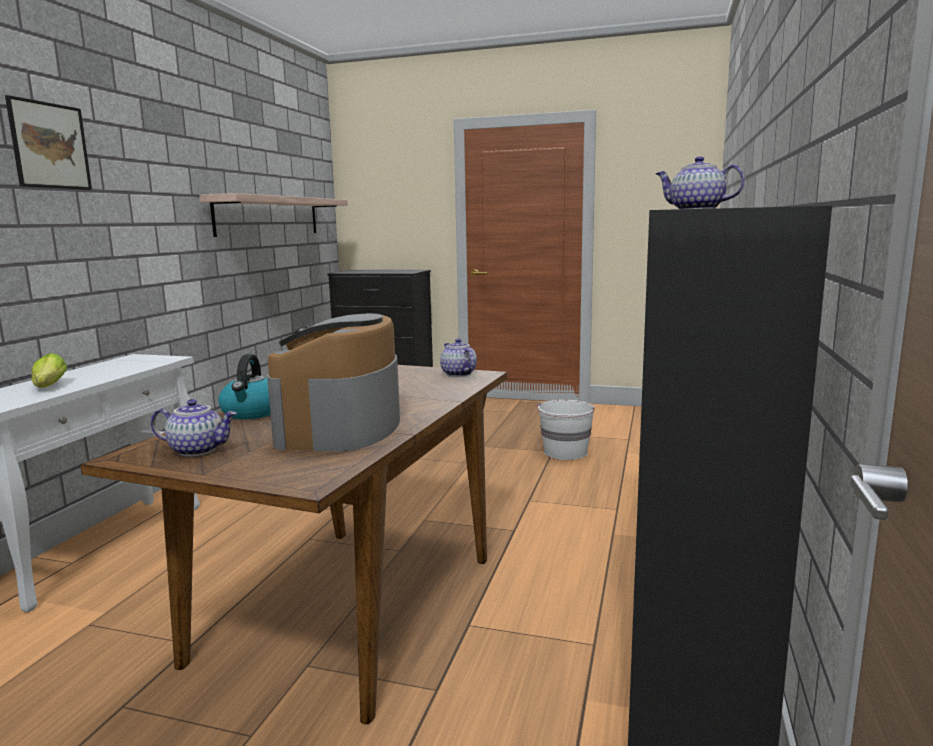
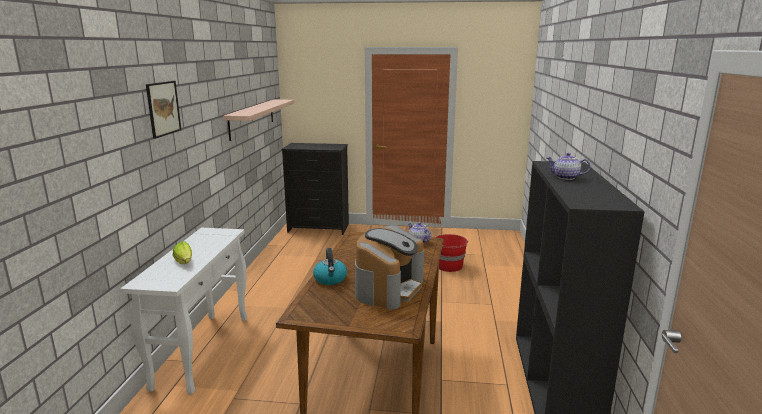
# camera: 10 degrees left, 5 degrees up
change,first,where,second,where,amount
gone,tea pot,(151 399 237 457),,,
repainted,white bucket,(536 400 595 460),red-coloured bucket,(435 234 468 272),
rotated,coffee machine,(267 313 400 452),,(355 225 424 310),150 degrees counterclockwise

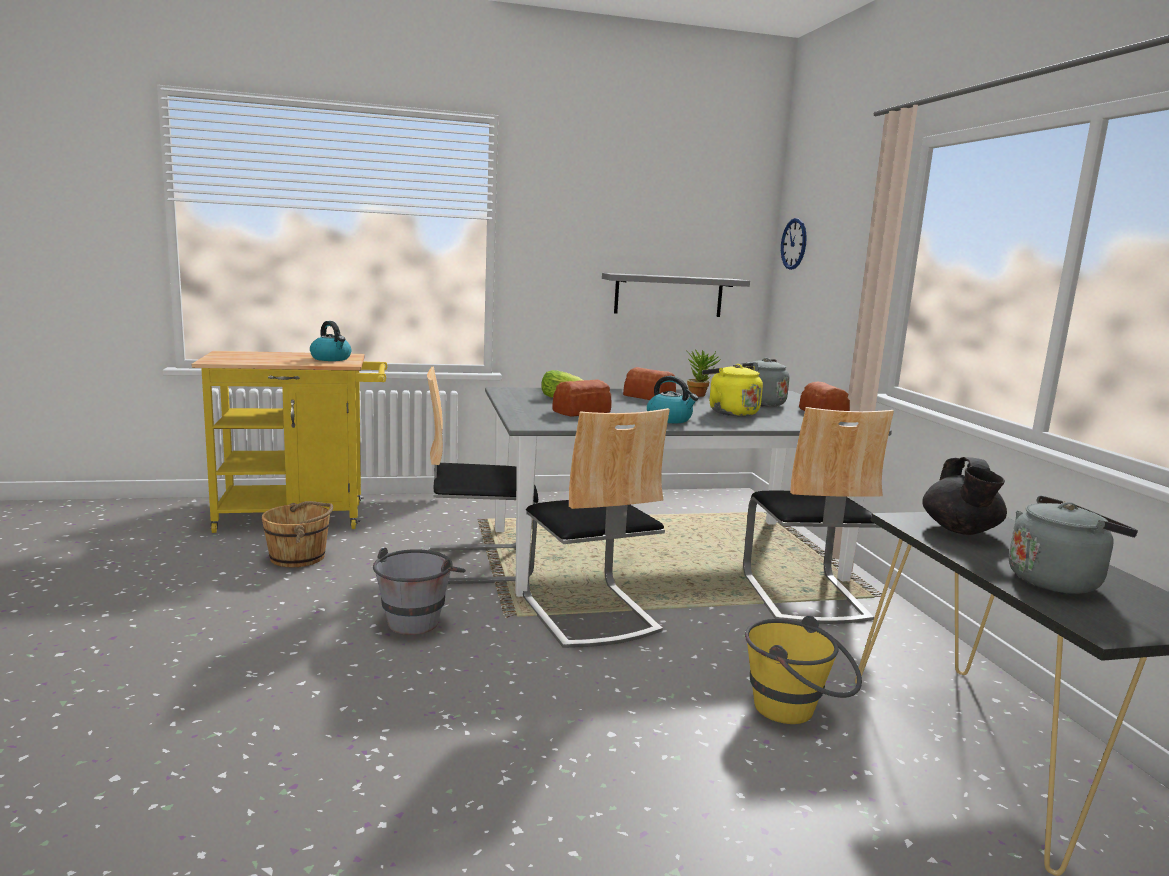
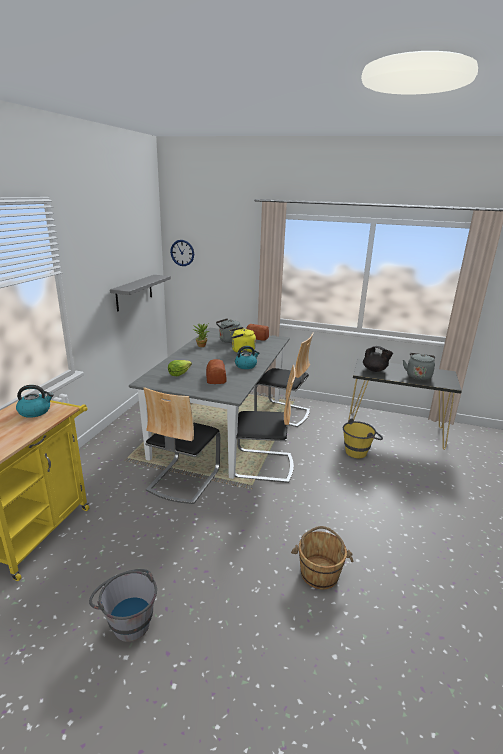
# camera: 60 degrees left, 10 degrees up
change,first,where,second,where,amount
gone,bread,(623 367 676 400),,,
shifted,brown bucket,(262 501 333 567),,(291 526 354 589),
shifted,gray bucket,(373 548 466 635),,(89 569 157 642),

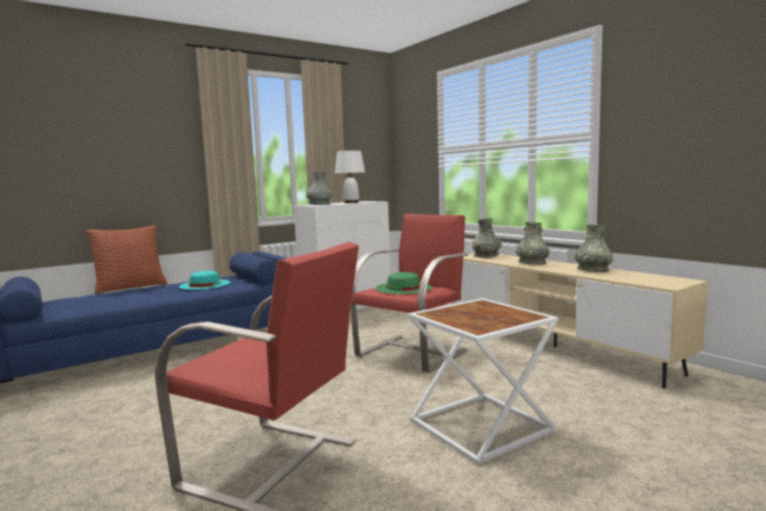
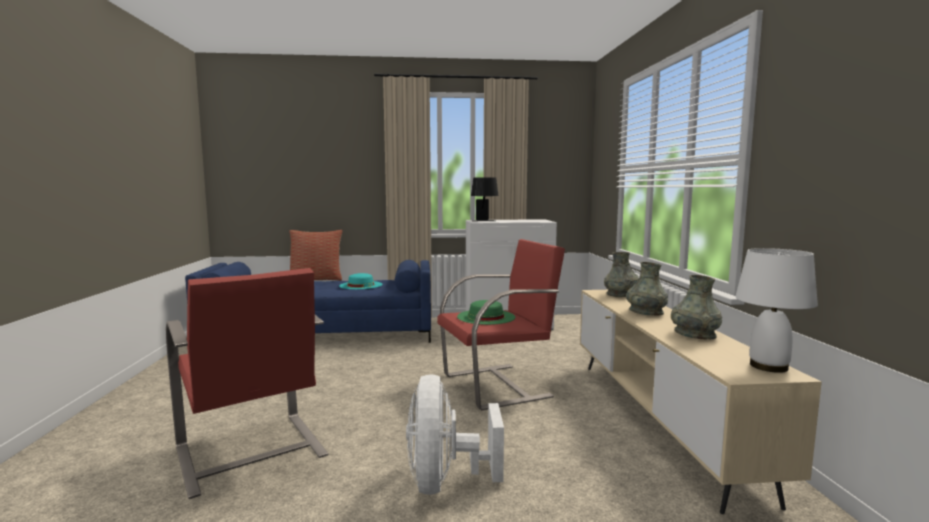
# camera: 30 degrees right, 0 degrees up
change,first,where,second,where,amount
shifted,white tabletop lamp,(335 150 365 203),,(735 248 818 373),
swapped,gray flower vase,(306 172 332 205),black-coloured tabletop lamp,(471 177 499 221),
swapped,white accent table,(408 298 558 465),white electric fan,(406 374 504 495),

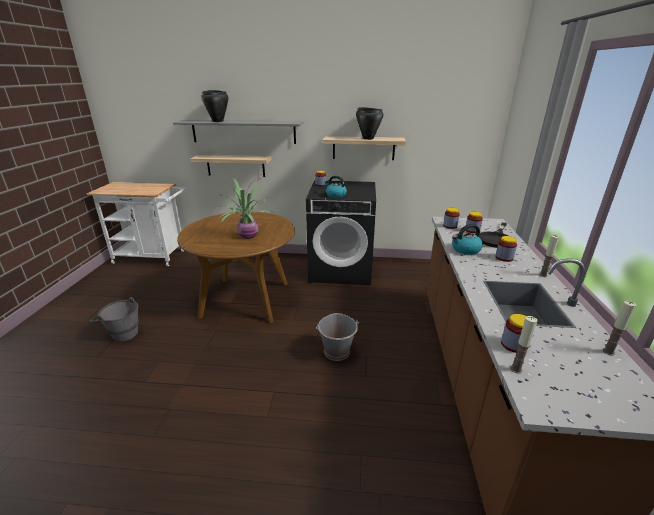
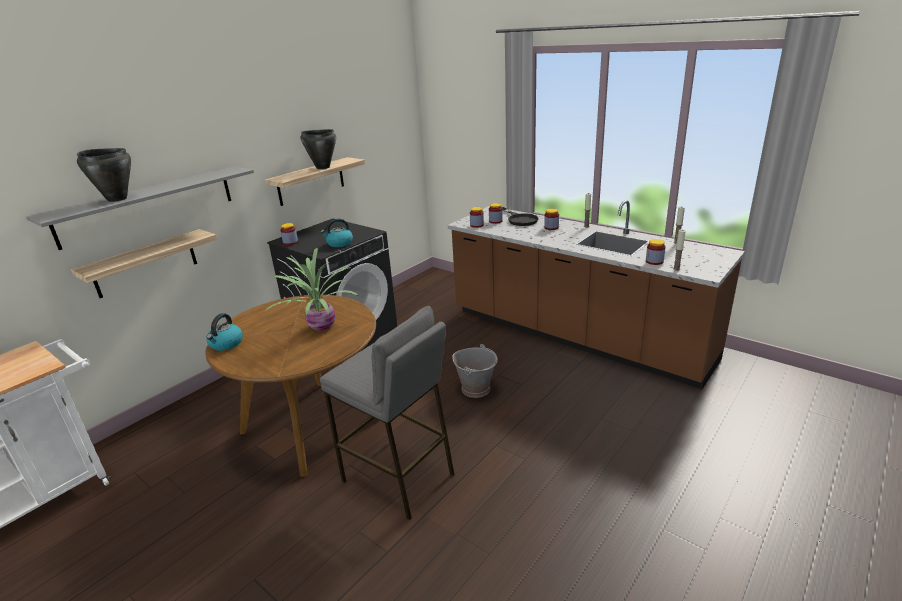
# camera: 55 degrees left, 0 degrees up
change,first,where,second,where,amount
gone,gray bucket,(91 297 139 342),,,
new,,,gray stool,(320 306 454 520),
shifted,water kettle,(452 224 483 255),,(206 313 243 351),

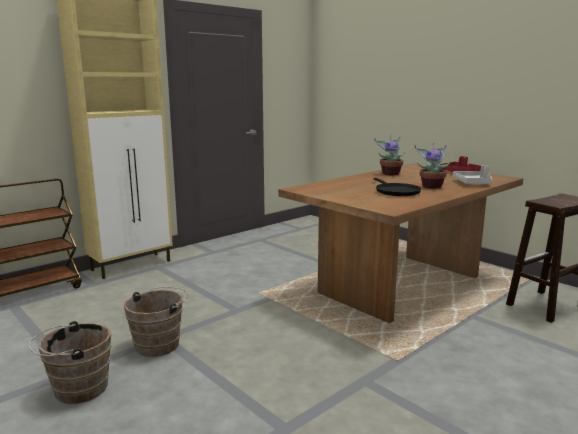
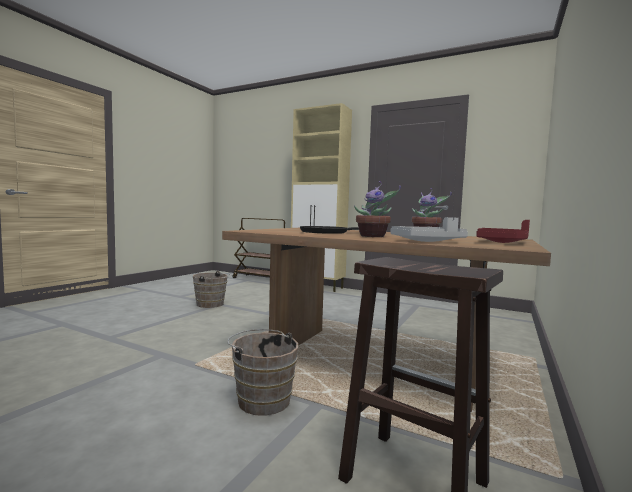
# camera: 70 degrees right, 10 degrees down
change,first,where,second,where,amount
shifted,brown bucket,(29 321 112 404),,(227 329 298 416),

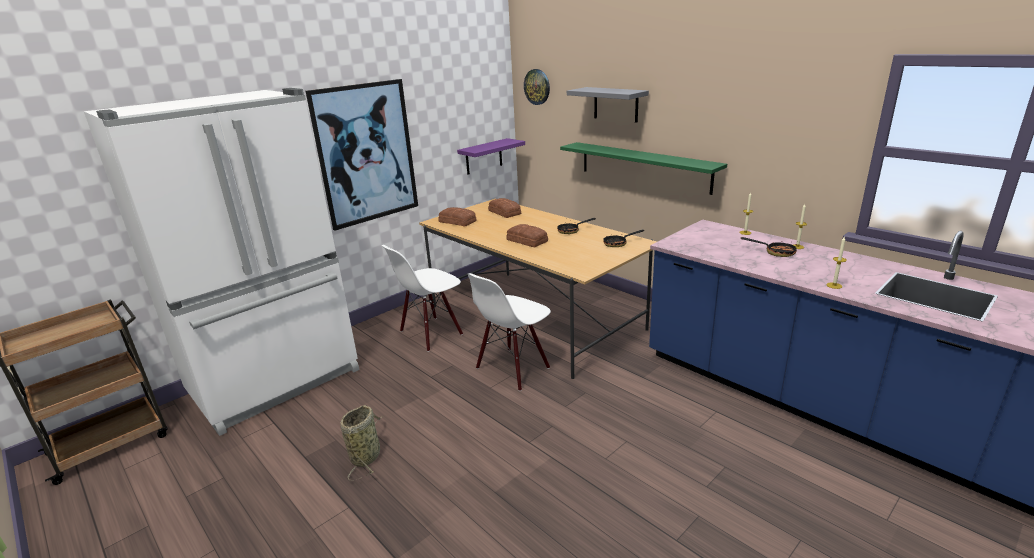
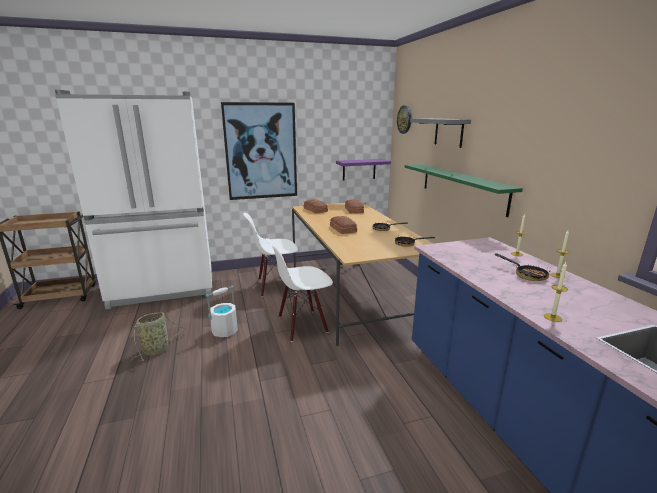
# camera: 25 degrees right, 5 degrees down
change,first,where,second,where,amount
new,,,white bucket,(206 286 238 337),

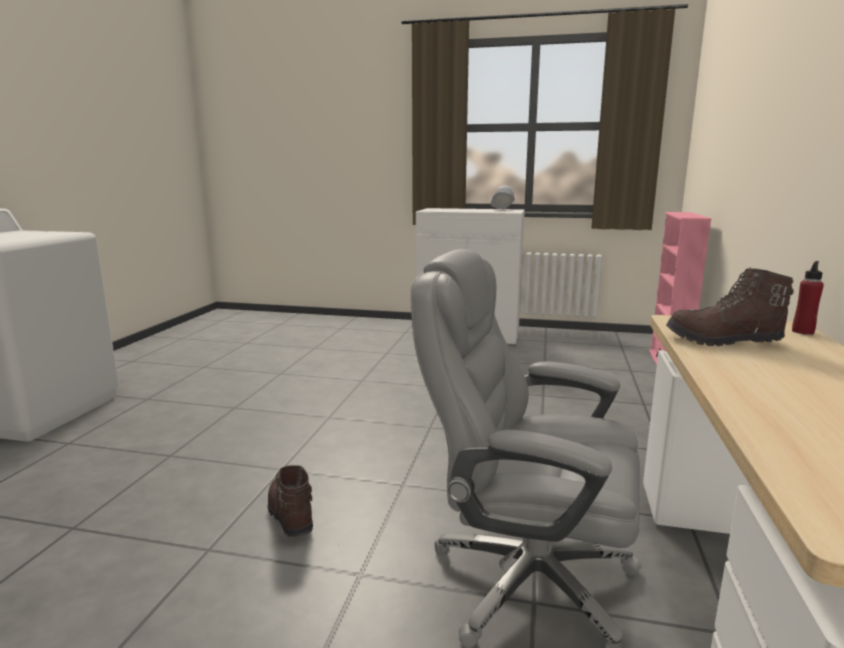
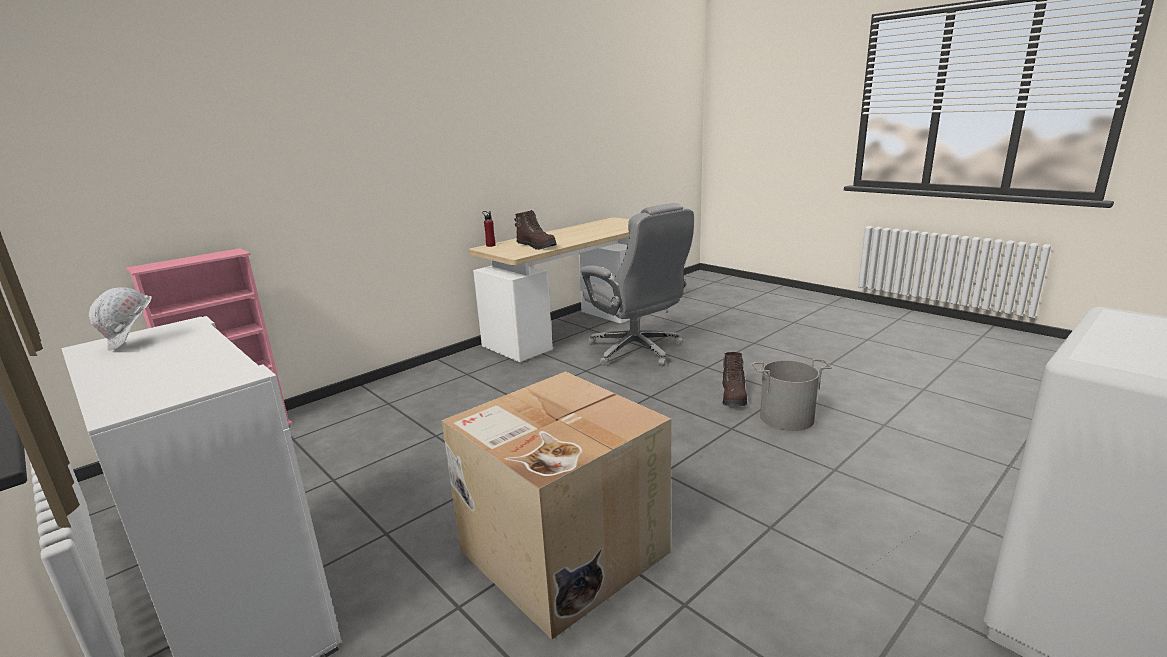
# camera: 145 degrees left, 5 degrees up
change,first,where,second,where,amount
new,,,cardboard box,(442 371 671 640),
new,,,gray bucket,(752 359 832 431),

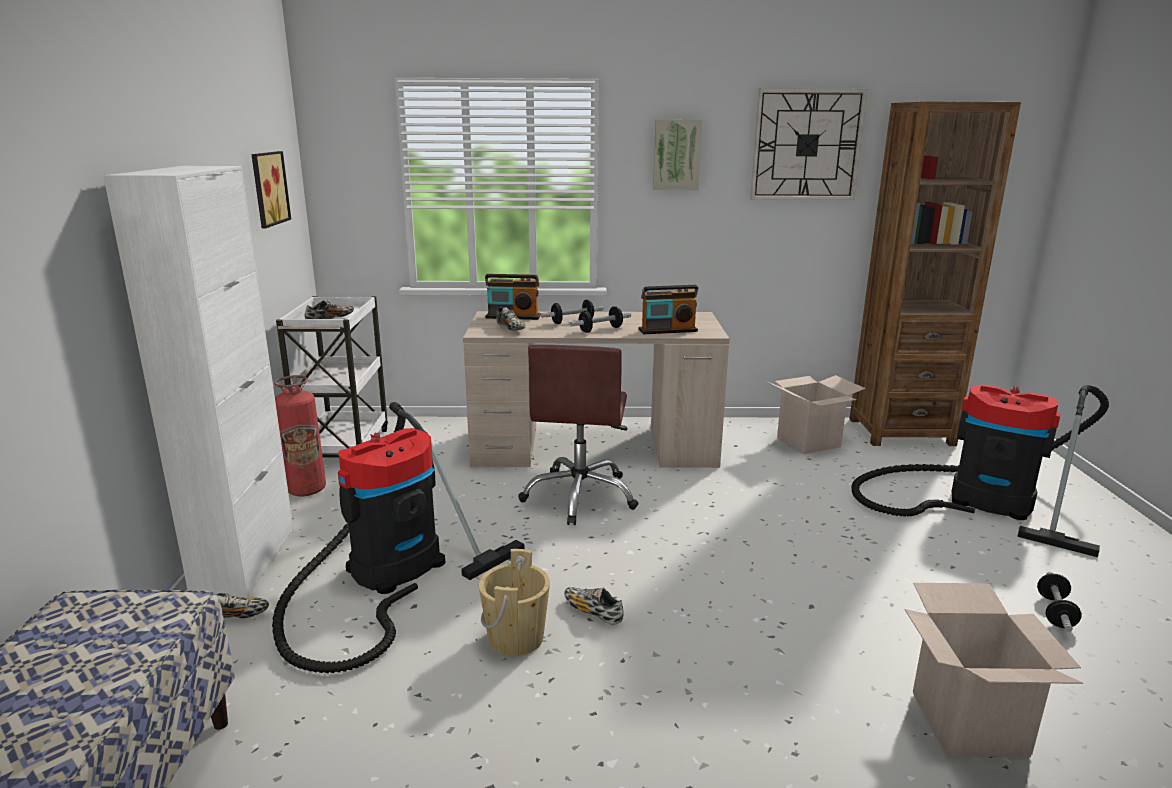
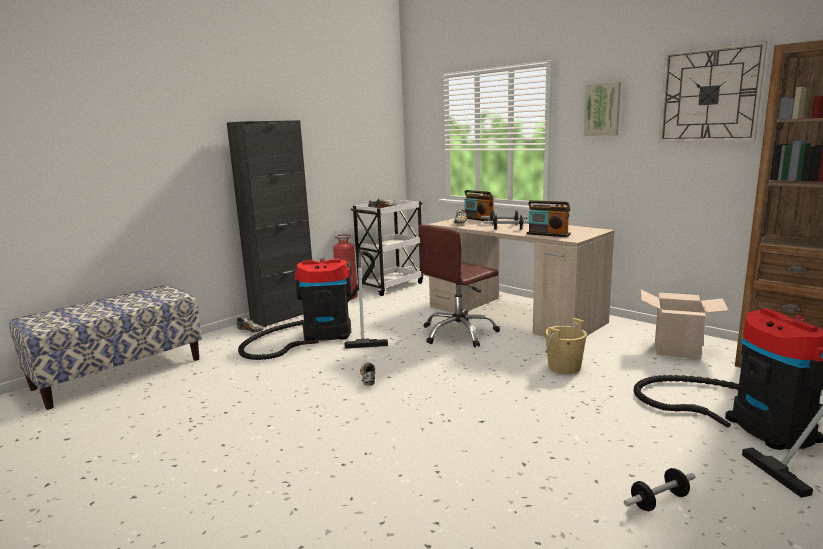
# camera: 45 degrees right, 5 degrees down
change,first,where,second,where,amount
gone,picture,(251 151 291 228),,,
gone,cardboard box,(905 583 1083 757),,,
shifted,sand-coloured bucket,(478 549 550 656),,(545 318 587 374),
repainted,white cupboard,(103 166 294 598),black-coloured cupboard,(227 120 312 327),

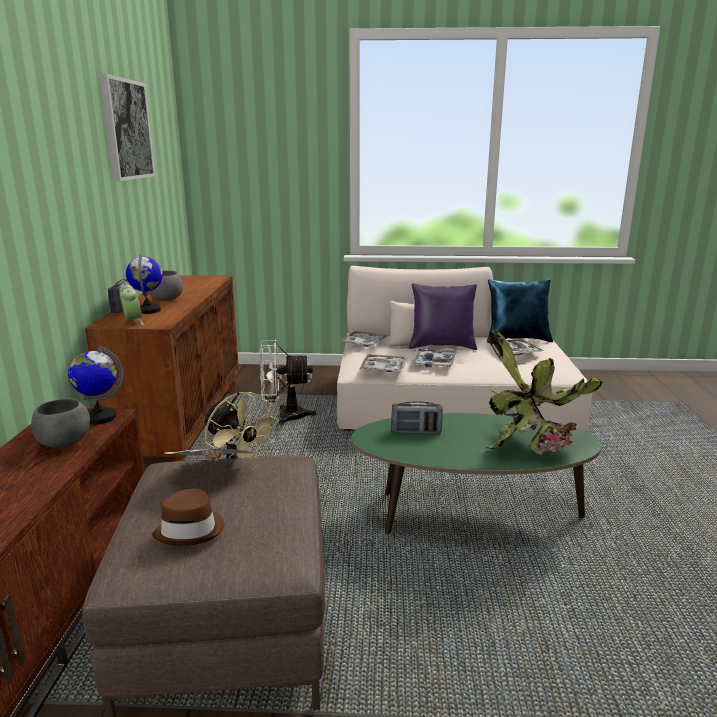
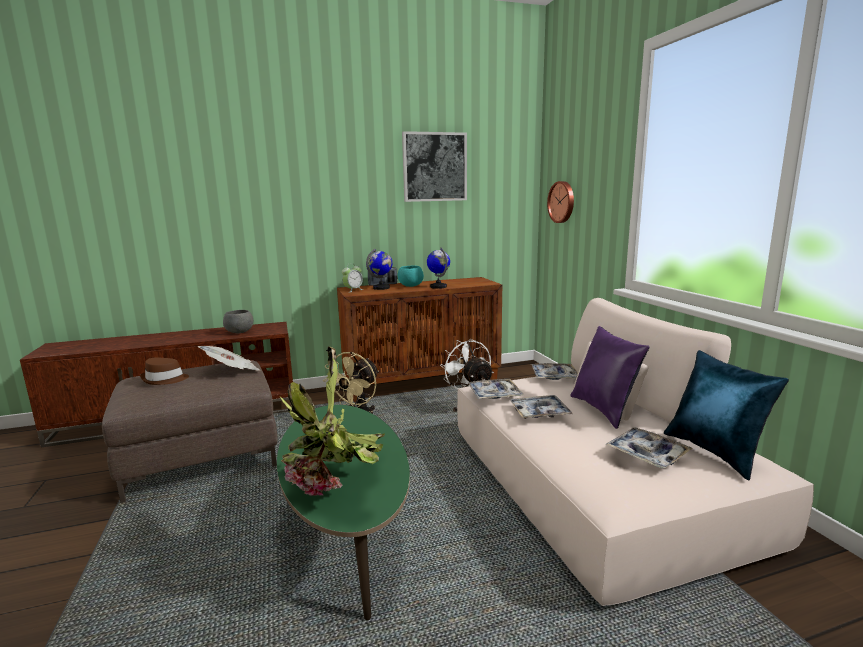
# camera: 70 degrees right, 5 degrees down
change,first,where,second,where,amount
gone,radio,(391 401 443 434),,,
new,,,clock on the wall,(547 181 574 223),
shifted,globe,(68 346 124 425),,(427 248 450 289),
repainted,gray bowl,(149 271 183 301),turquoise-coloured bowl,(398 266 424 287),

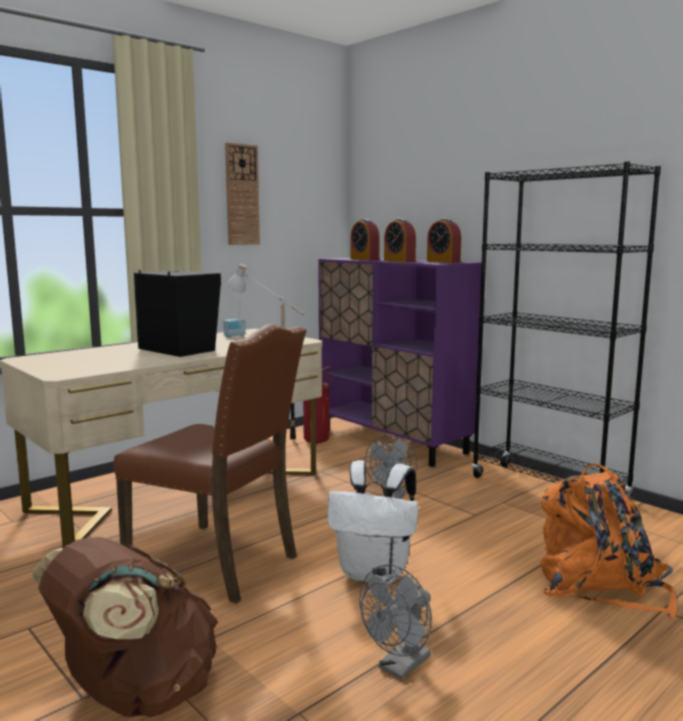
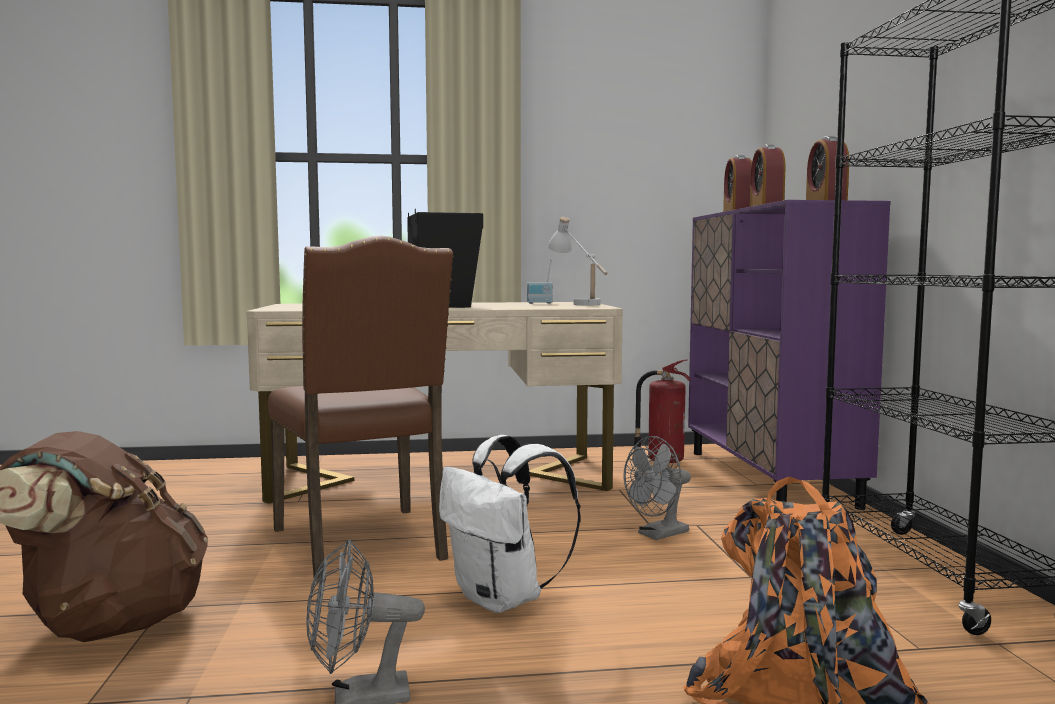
# camera: 35 degrees right, 5 degrees down
change,first,where,second,where,amount
gone,clock on the wall,(225 143 260 245),,,

